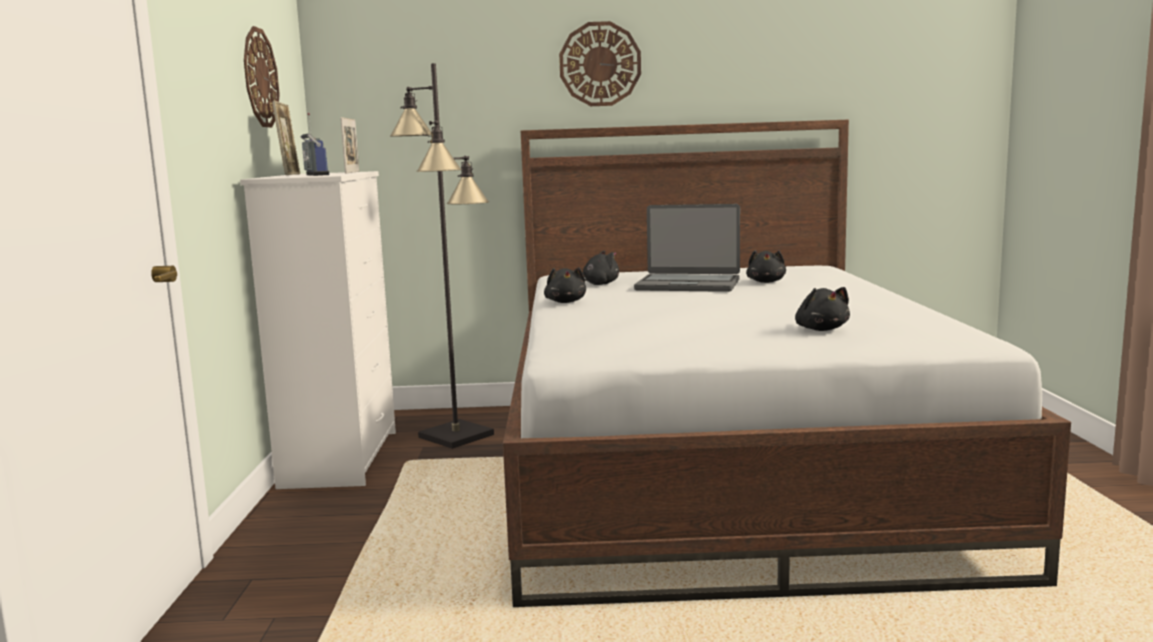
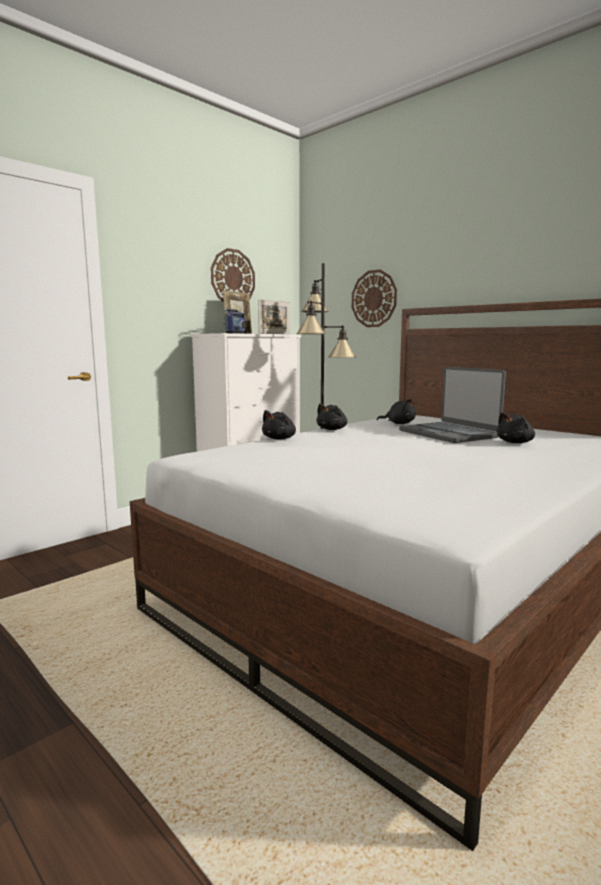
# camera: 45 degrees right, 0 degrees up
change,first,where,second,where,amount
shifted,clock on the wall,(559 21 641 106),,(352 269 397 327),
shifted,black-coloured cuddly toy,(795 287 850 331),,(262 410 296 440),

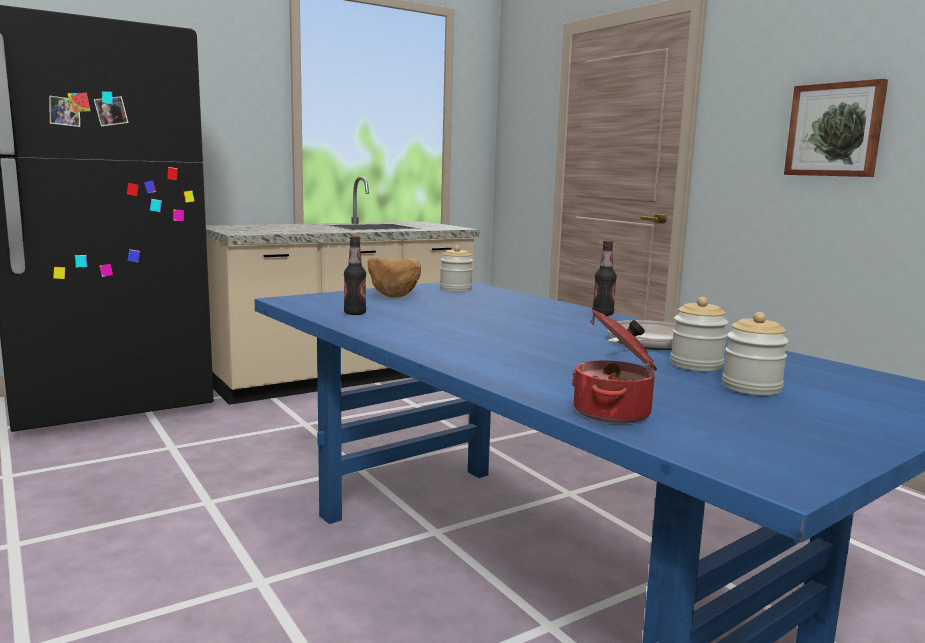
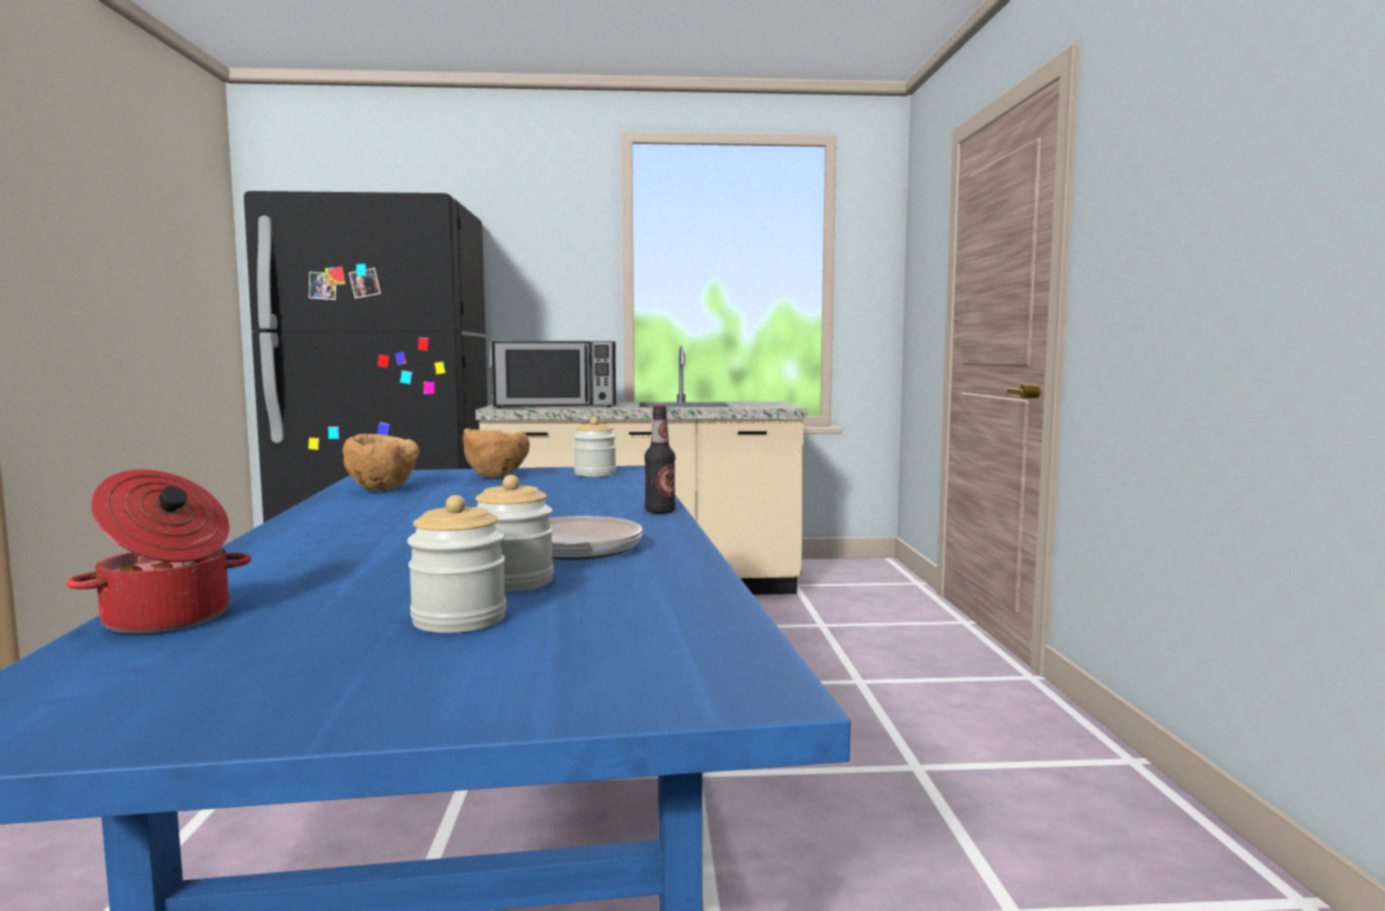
# camera: 30 degrees right, 5 degrees down
change,first,where,second,where,amount
gone,picture,(784 79 888 177),,,
new,,,microwave oven,(491 341 616 408),
swapped,bottle,(344 236 366 315),brown bowl,(342 434 419 491),

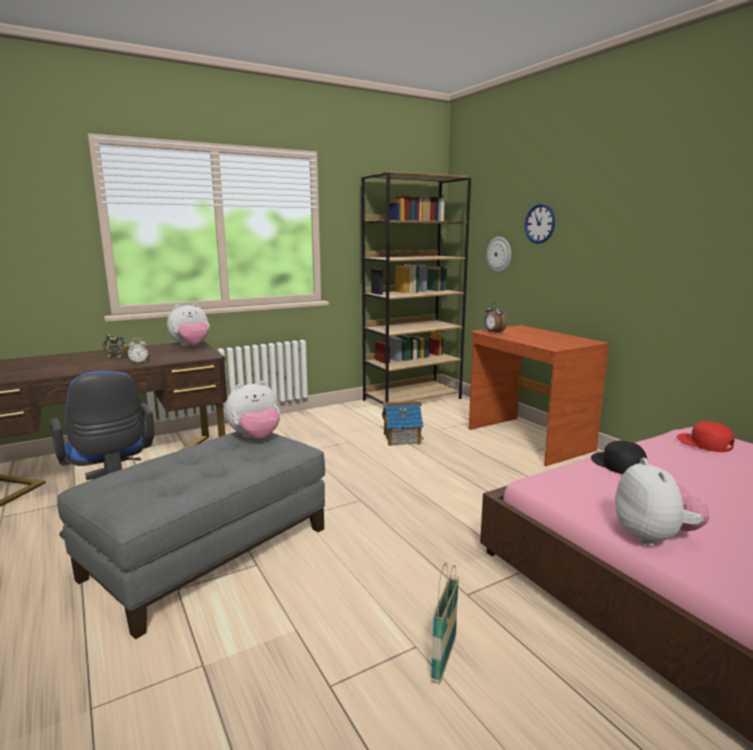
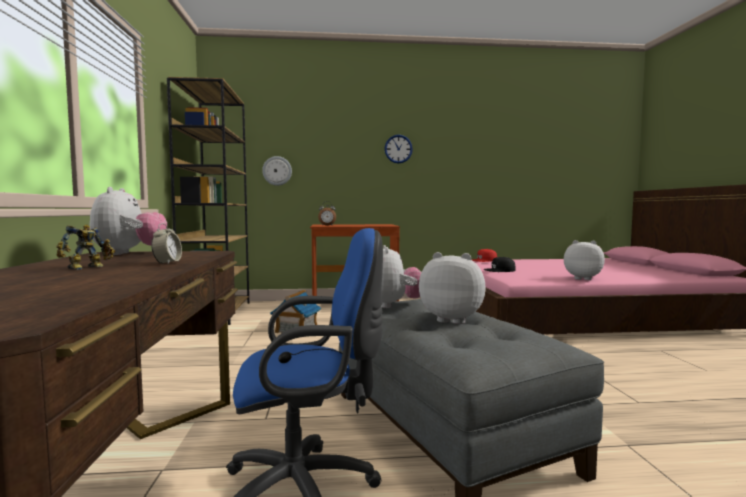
# camera: 65 degrees left, 10 degrees down
change,first,where,second,where,amount
gone,household basket,(431 563 459 684),,,
new,,,cuddly toy,(419 252 486 324),
shifted,clock on the wall,(525 203 555 244),,(385 135 413 164),

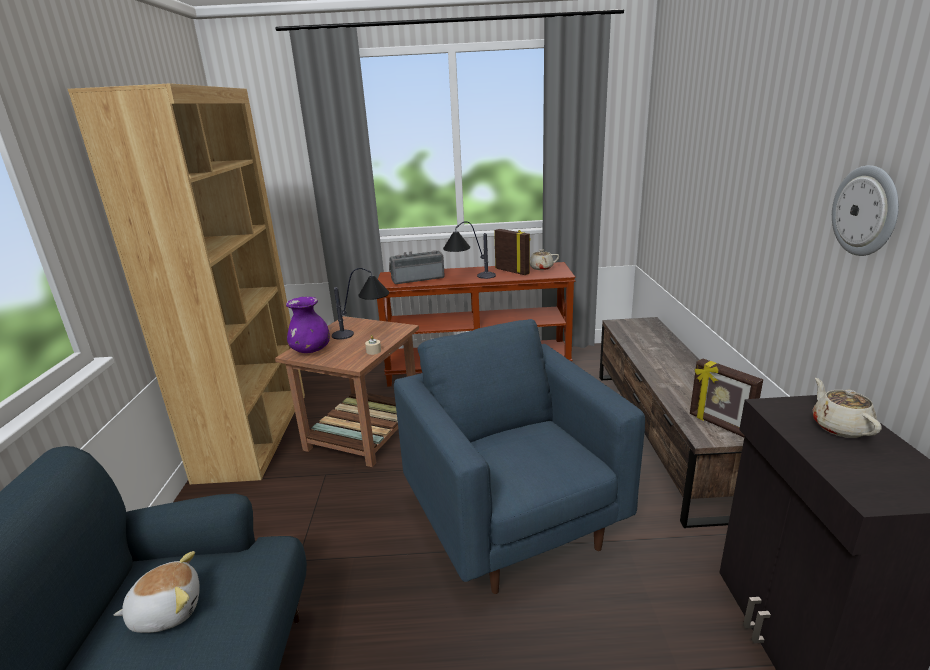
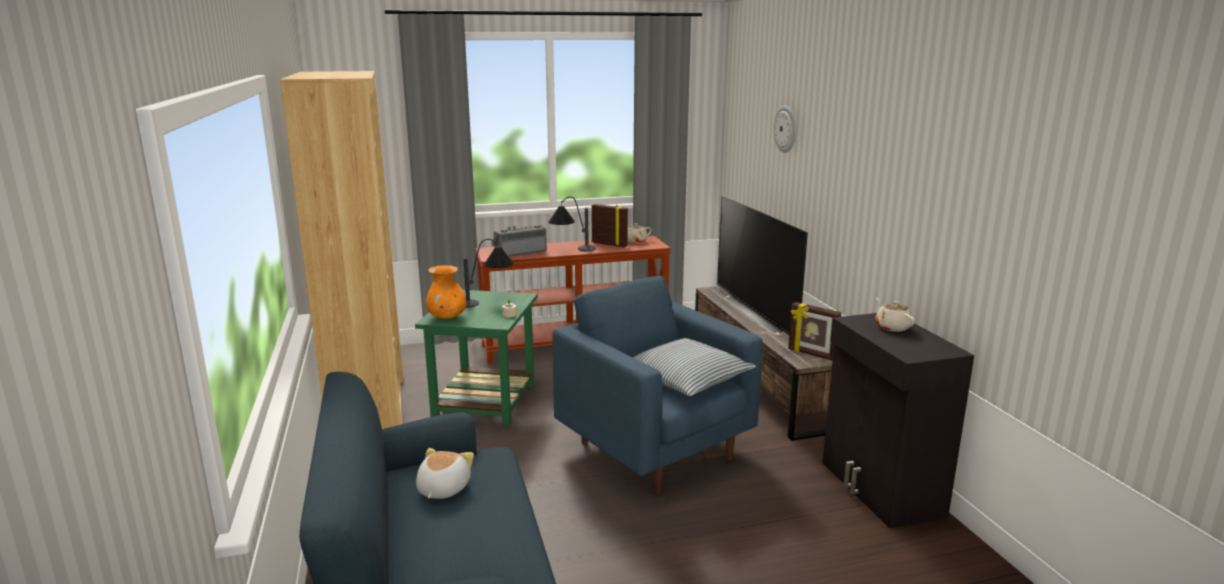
# camera: 15 degrees left, 5 degrees down
change,first,where,second,where,amount
new,,,cushion,(633 338 756 396),
new,,,television,(717 195 808 335),
shifted,clock on the wall,(832 165 899 256),,(773 106 796 153),
repainted,brown accent table,(275 316 419 467),green accent table,(415 290 538 426),
repainted,purple-coloured flower vase,(286 297 330 353),orangey flower vase,(426 265 467 319),
rotated,cuddly toy,(114 551 200 633),,(416 448 474 499),45 degrees counterclockwise

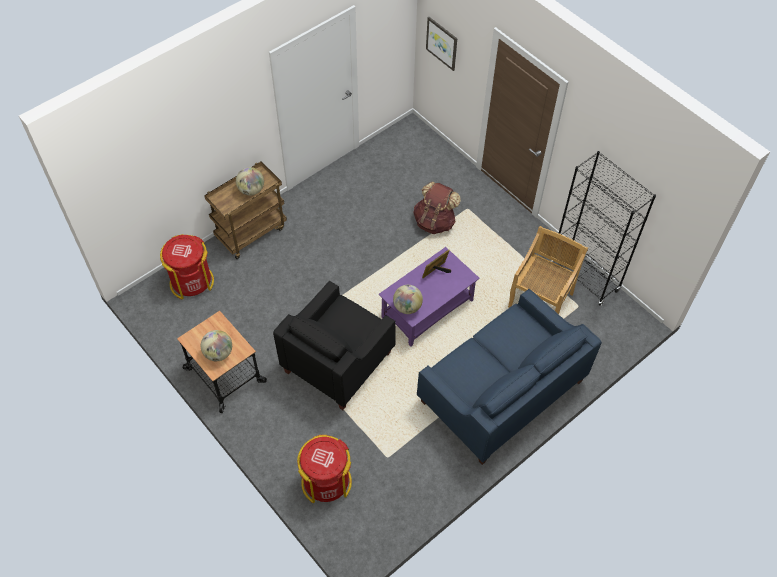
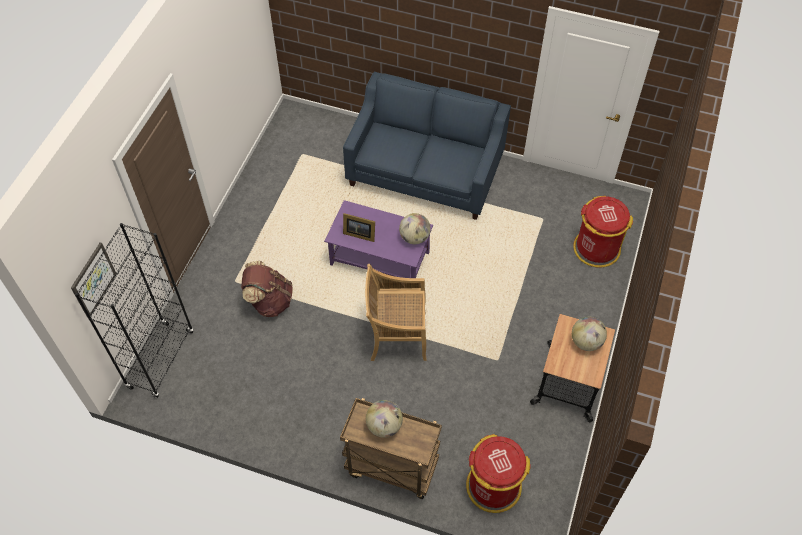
# camera: 120 degrees left, 0 degrees up
change,first,where,second,where,amount
gone,black-coloured easy chair,(273 281 396 410),,,
shifted,sand-coloured plain chair,(508 226 588 314),,(365 264 427 361),
shifted,black-coloured shelving unit,(551 151 656 306),,(75 223 194 398),

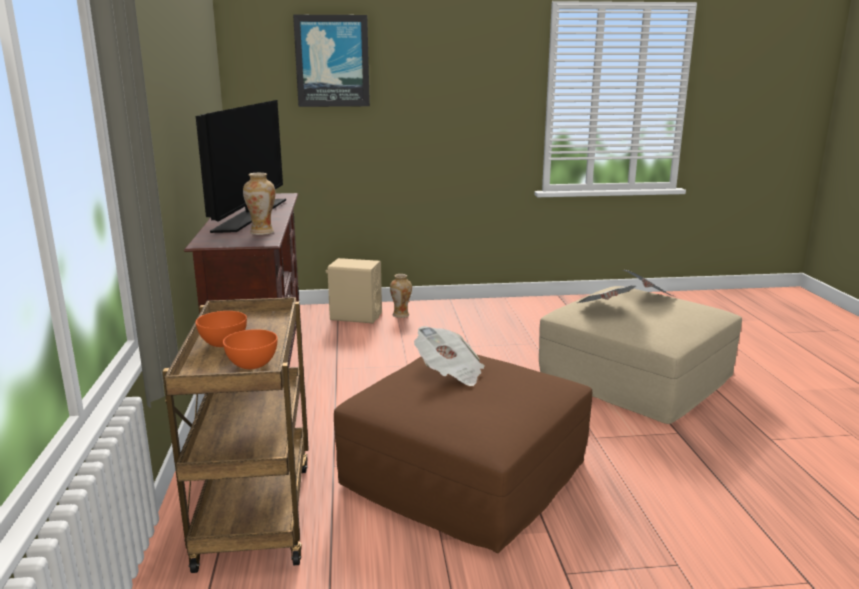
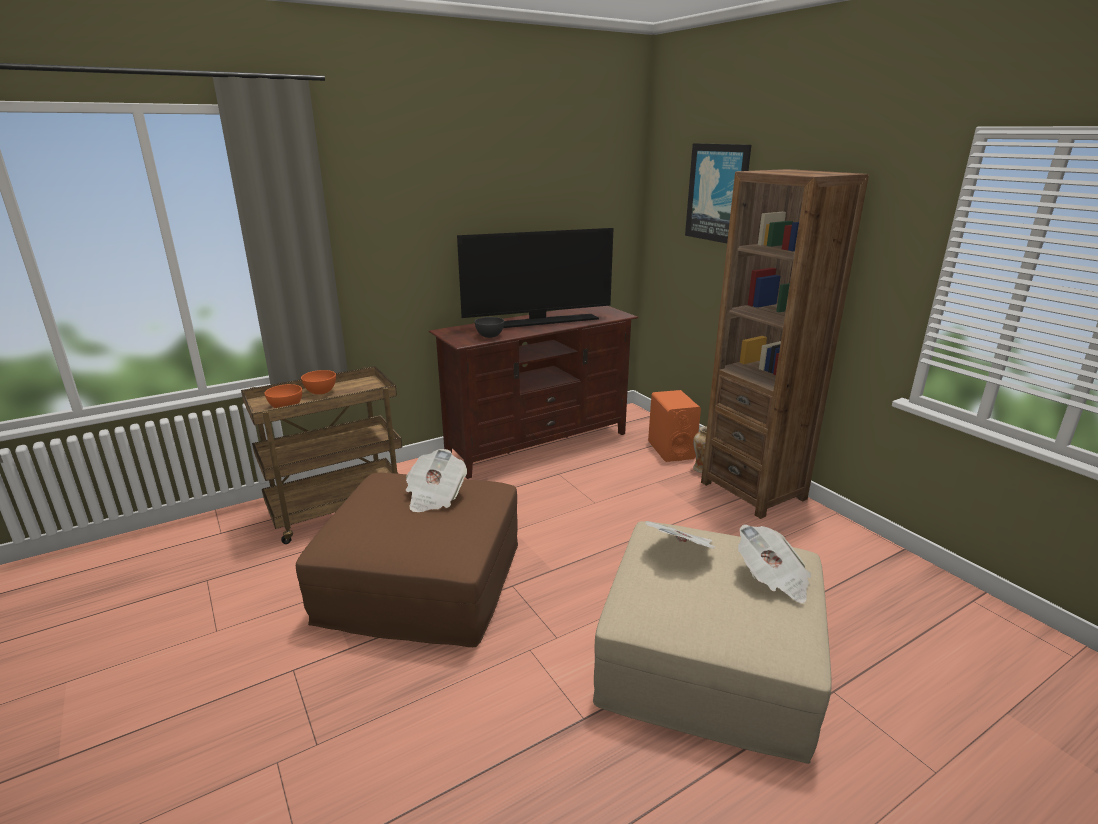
# camera: 65 degrees right, 5 degrees up
change,first,where,second,where,amount
new,,,brown shelving unit,(701 169 869 519),
swapped,flower vase,(243 173 275 235),gray bowl,(475 317 504 338),
repainted,sand-coloured speaker,(326 258 382 323),orangey speaker,(648 390 701 462),

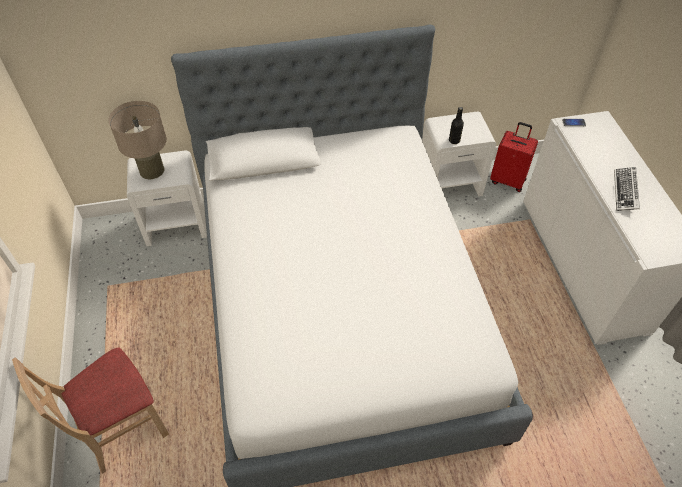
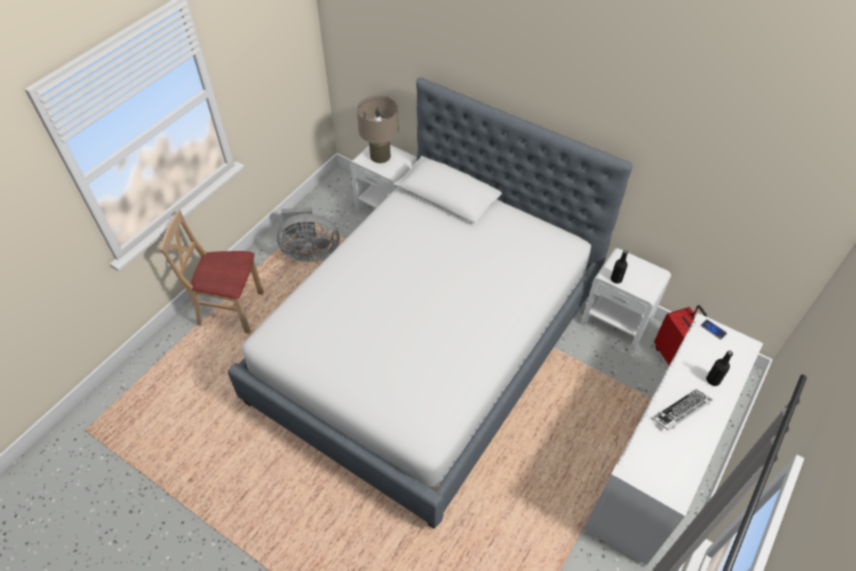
# camera: 45 degrees right, 0 degrees up
change,first,where,second,where,amount
new,,,gray electric fan,(277 207 339 262),
new,,,black-coloured bottle,(706 351 733 386),

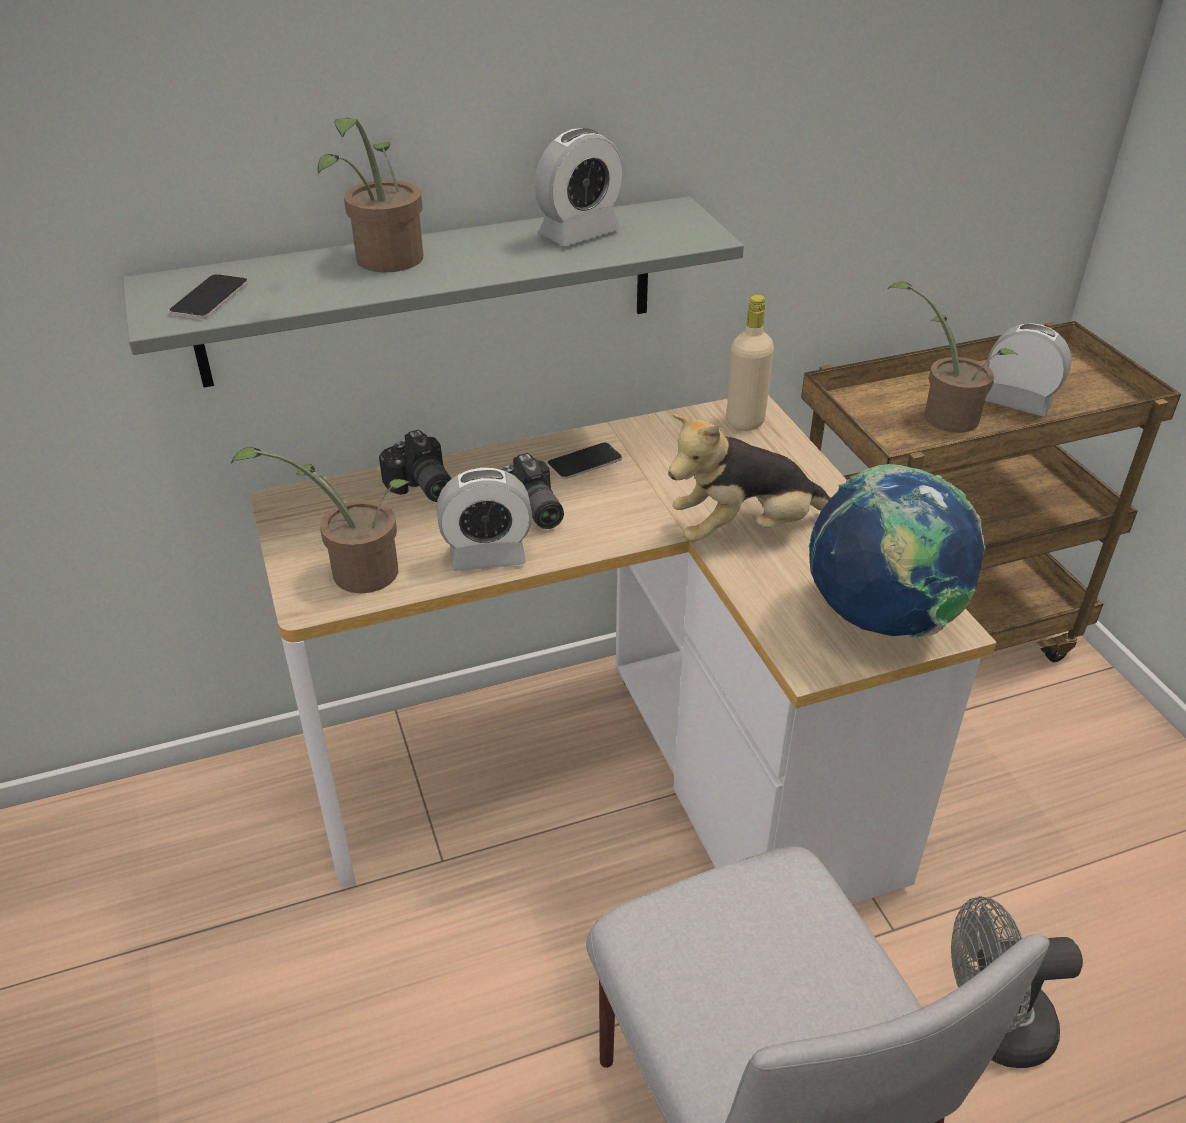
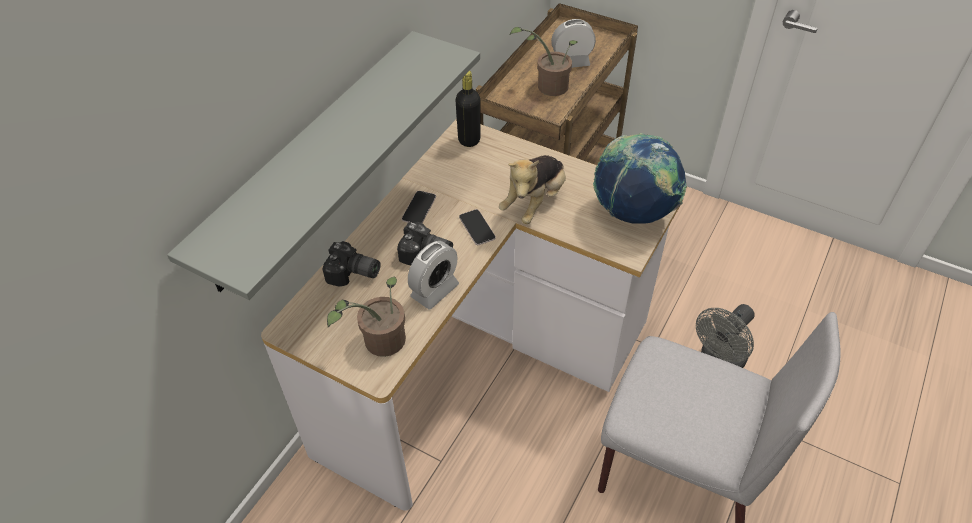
# camera: 40 degrees left, 10 degrees up
change,first,where,second,where,amount
gone,plant in a pot,(318 117 423 272),,,
gone,alarm clock,(535 128 623 246),,,
shifted,phone,(169 274 248 319),,(459 209 496 245),
repainted,sand-coloured bottle,(727 295 774 431),black-coloured bottle,(456 71 481 147),

